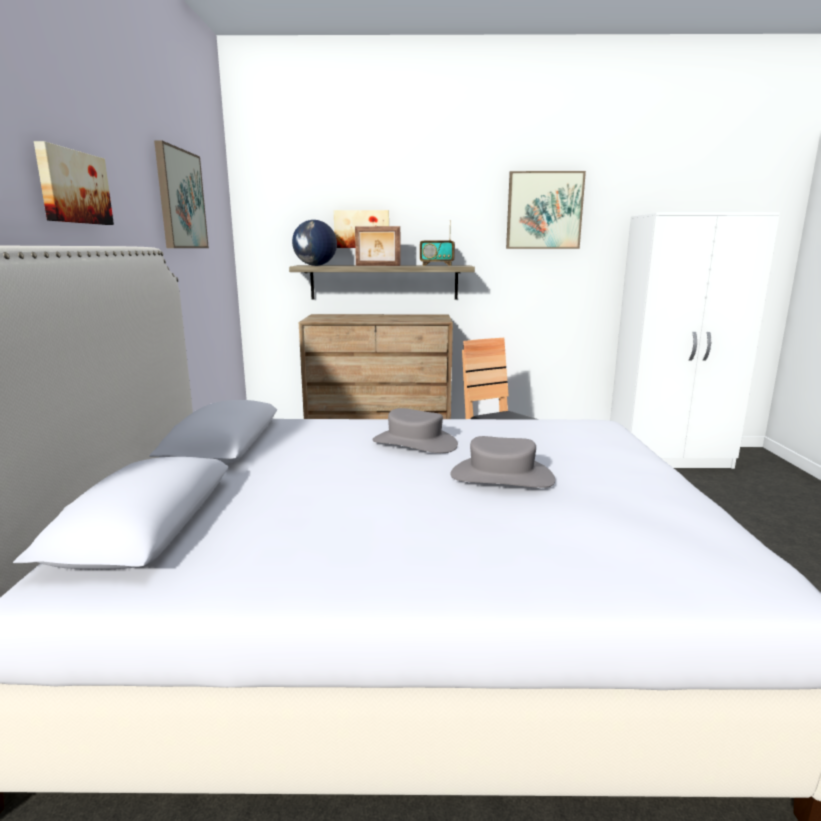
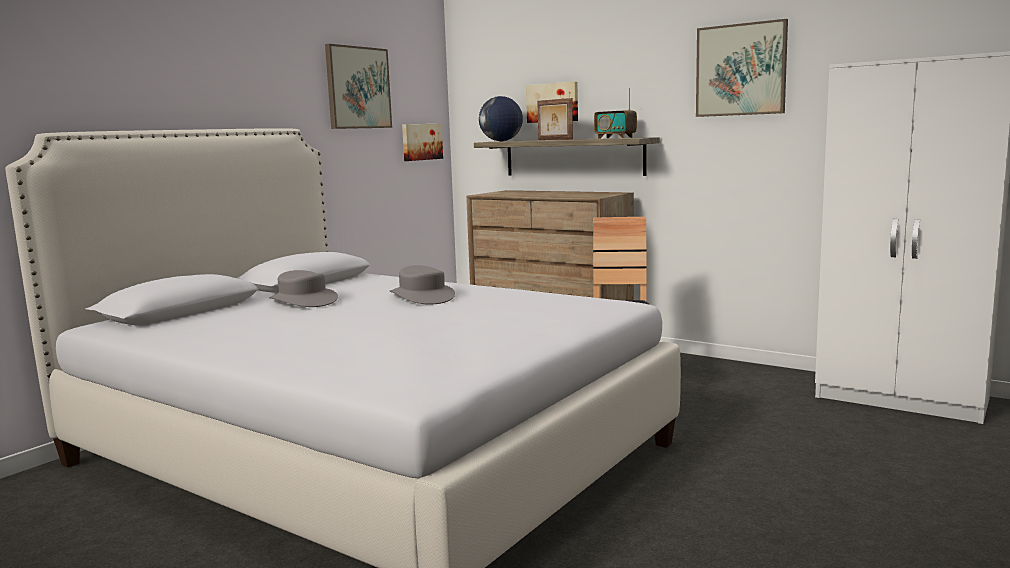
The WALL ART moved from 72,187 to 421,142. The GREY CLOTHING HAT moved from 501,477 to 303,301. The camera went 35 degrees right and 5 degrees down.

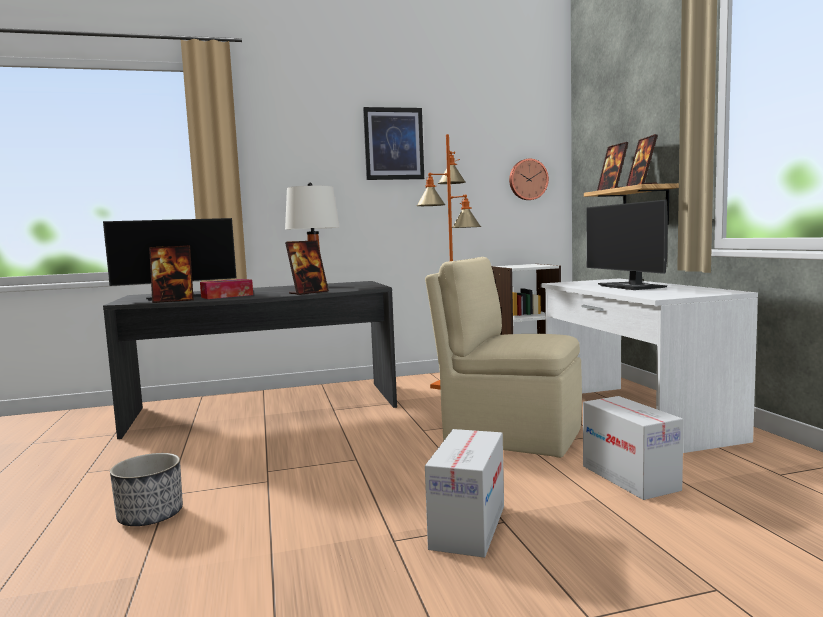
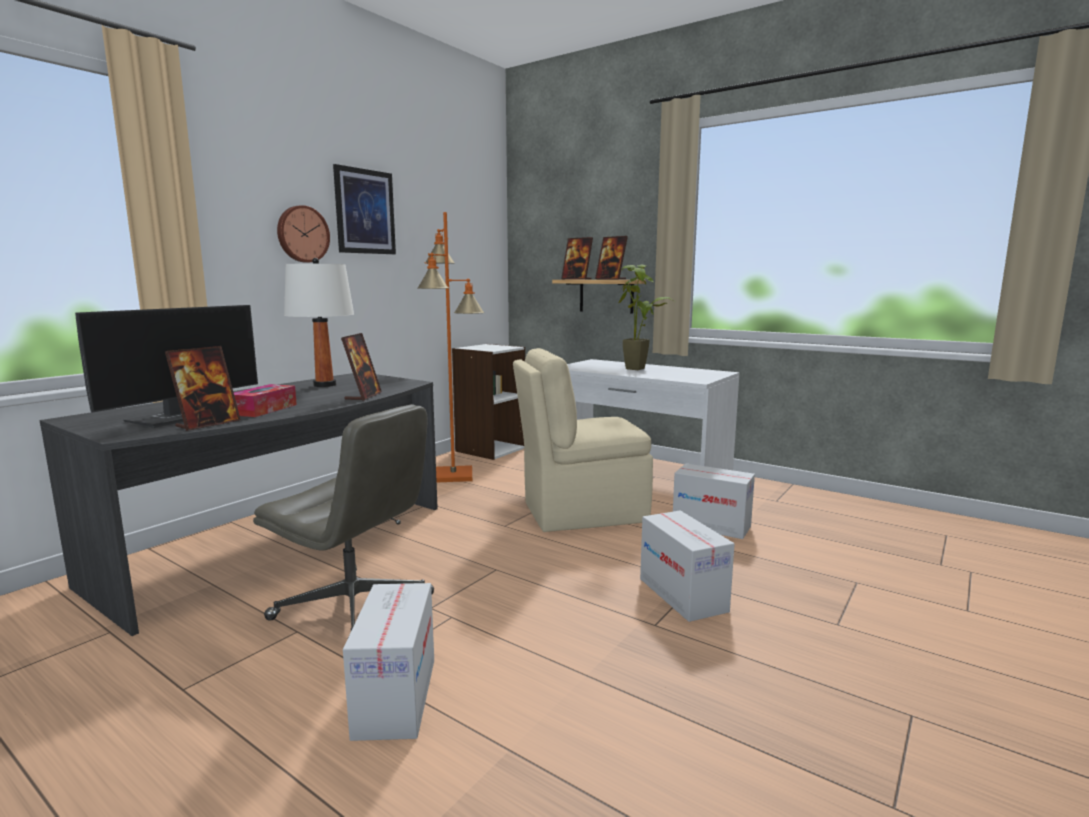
The GREY COMPUTER CHAIR at 354,607 appeared. The WALL CLOCK moved from 527,179 to 302,234. The PLANT POT at 150,516 was replaced by the PACKING BOX at 395,697. The COMPUTER SCREEN at 632,287 was replaced by the HOUSEPLANT at 641,370. The camera went 40 degrees left and 5 degrees up.

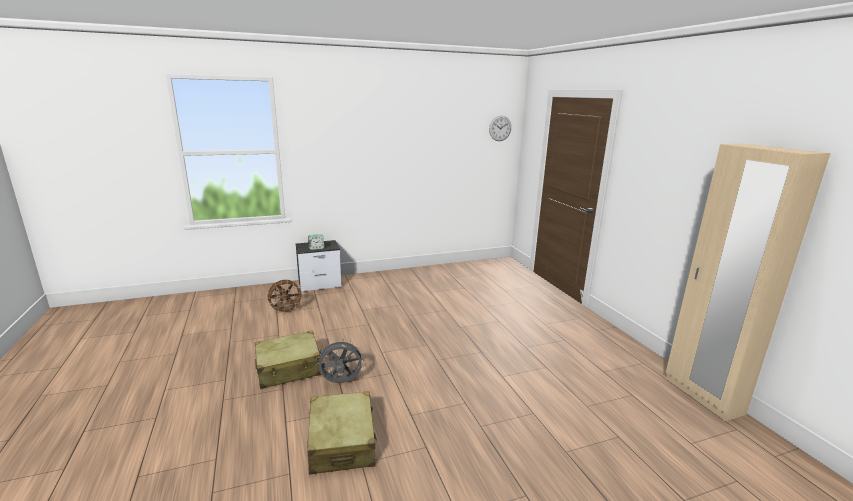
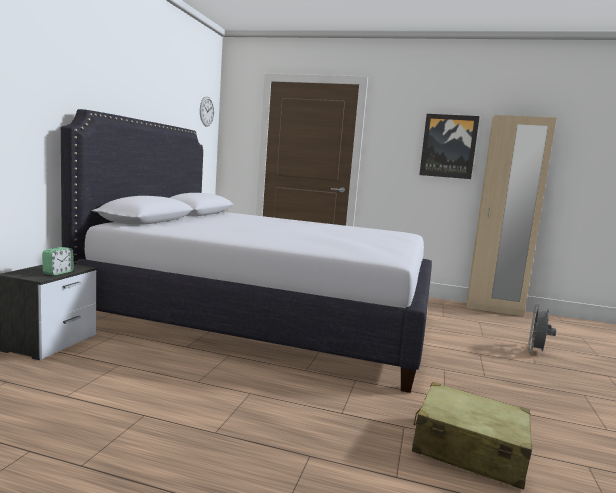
The BEIGE TRAVEL CASE at 289,368 disappeared. The BROWNISH ELECTRIC FAN at 286,311 disappeared. The WHITISH BEDROOM BED at 267,318 appeared. The WALL ART at 448,146 appeared. The GREY ELECTRIC FAN moved from 341,382 to 536,352. The camera went 55 degrees left and 10 degrees down.

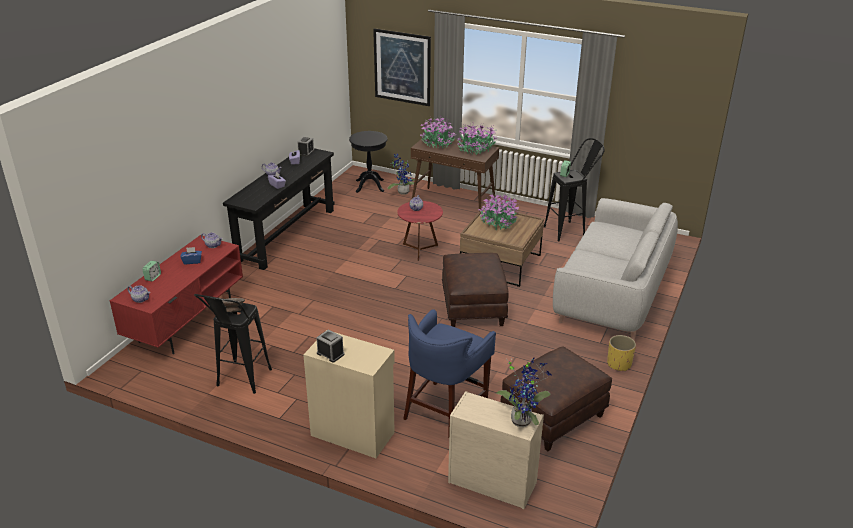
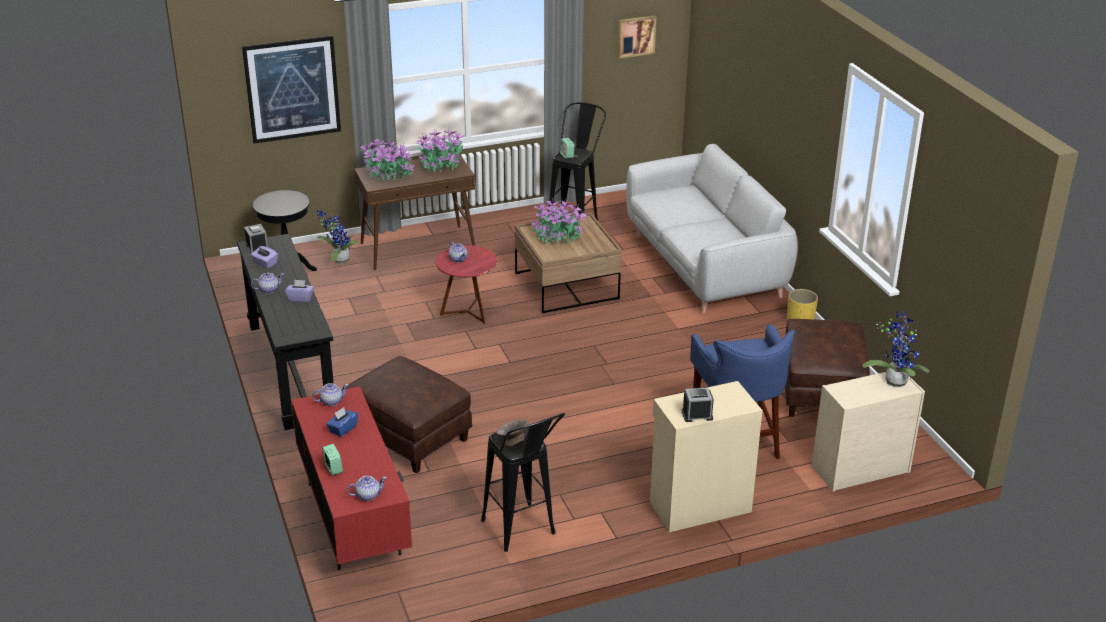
The WALL ART at 636,36 appeared. The BROWNISH OTTOMAN moved from 474,308 to 410,437. The camera went 45 degrees left and 0 degrees up.

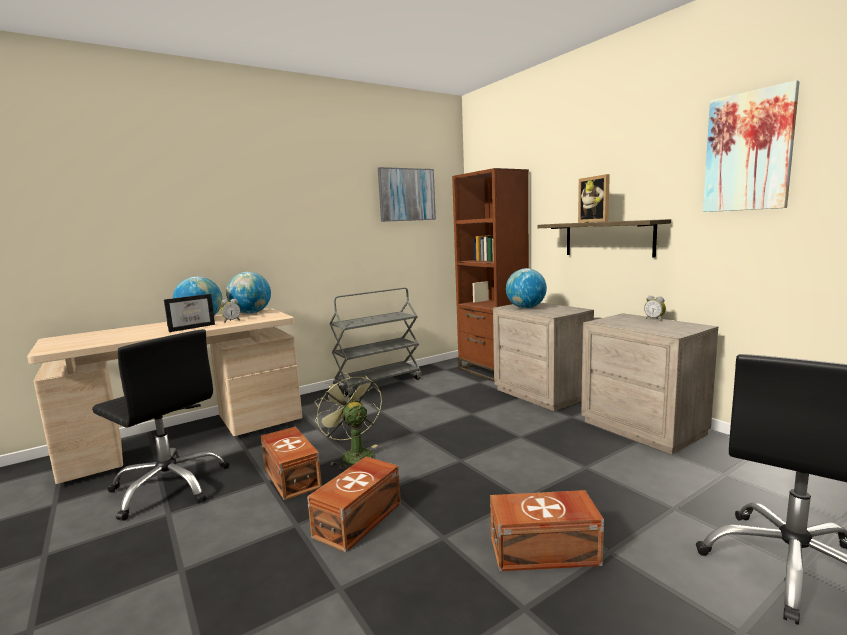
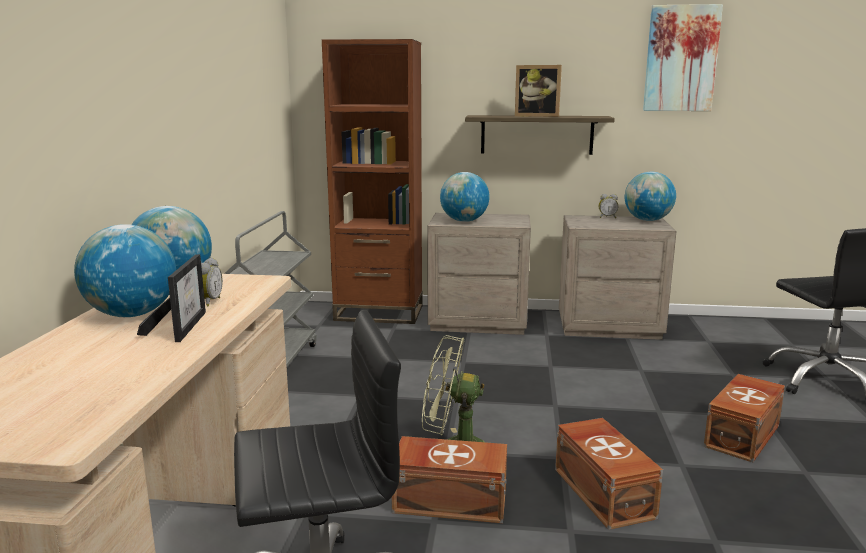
The WALL ART at 406,194 disappeared. The GLOBE at 647,220 appeared. The camera went 50 degrees left and 5 degrees up.

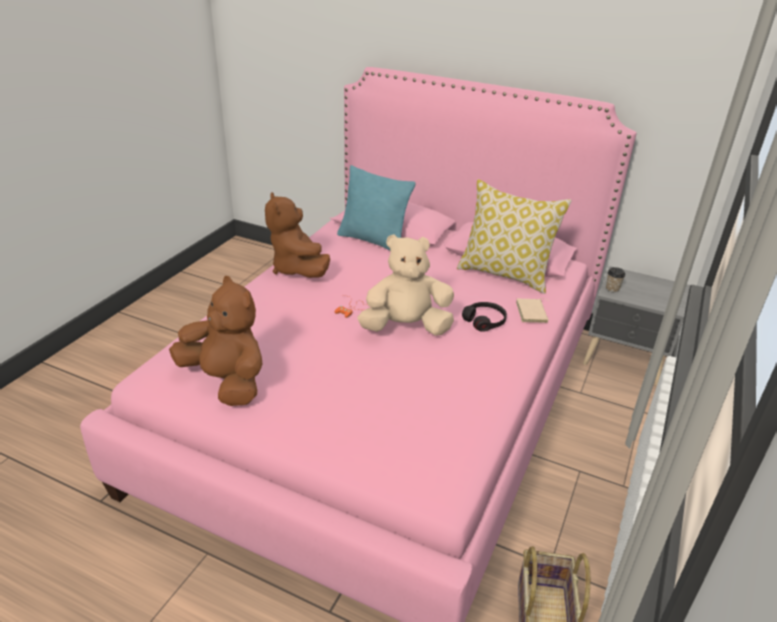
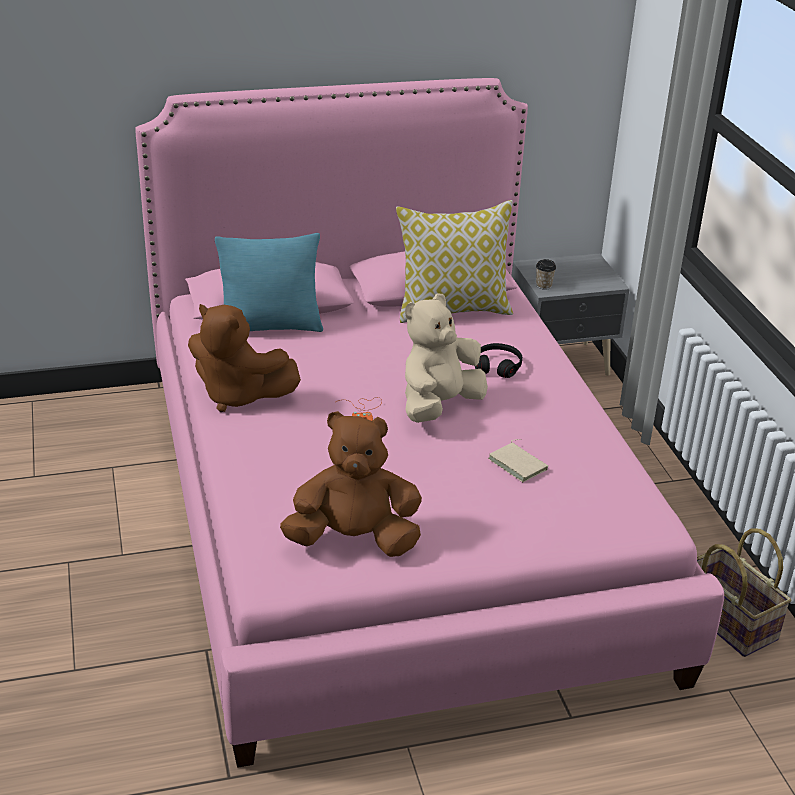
The BEIGE BOOK moved from 532,313 to 519,464. The camera went 40 degrees left and 0 degrees up.

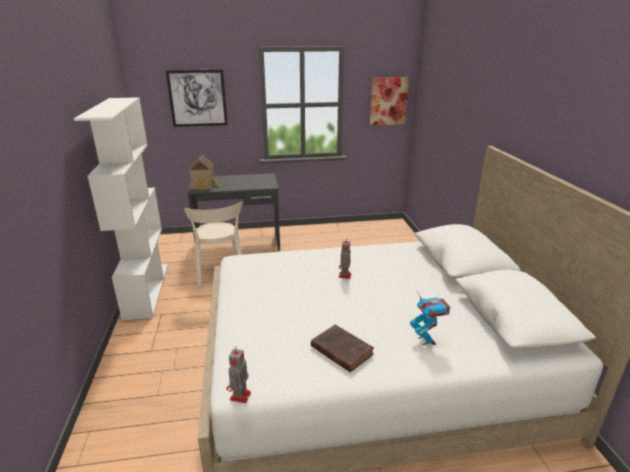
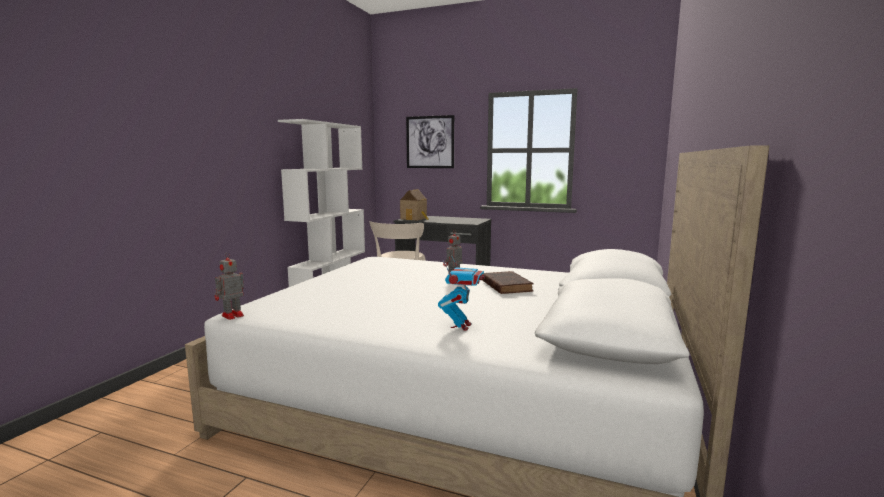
The WALL ART at 388,101 disappeared. The BROWNISH BOOK moved from 340,350 to 505,285. The camera went 30 degrees right and 15 degrees down.

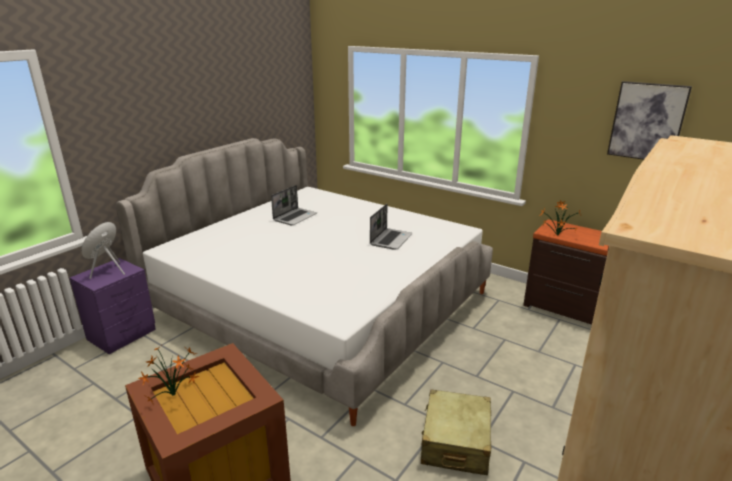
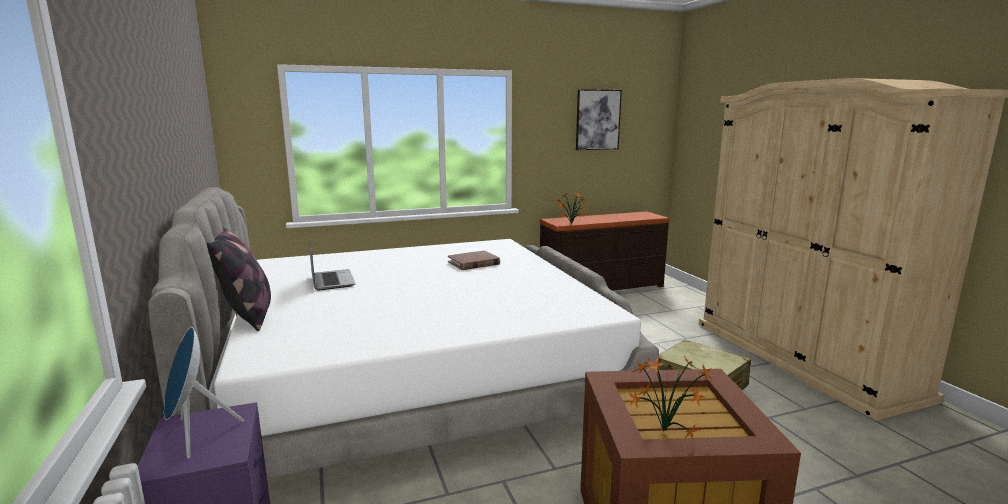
The THROW PILLOW at 248,316 appeared. The LAPTOP at 390,239 was replaced by the BROWNISH BOOK at 473,263. The camera went 55 degrees left and 10 degrees down.

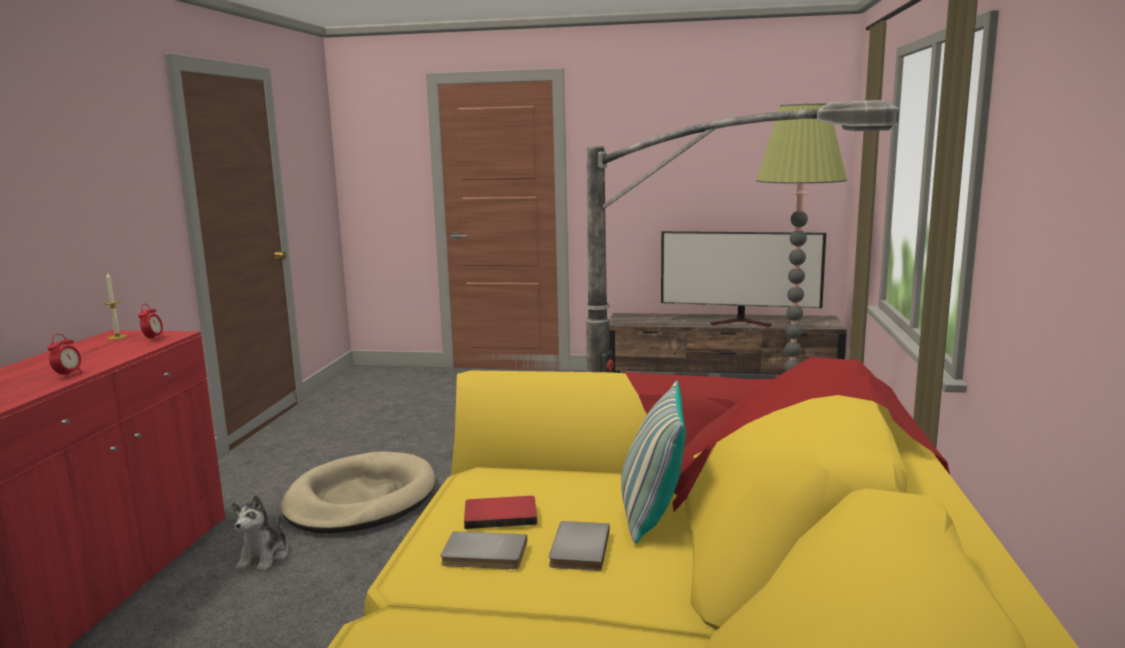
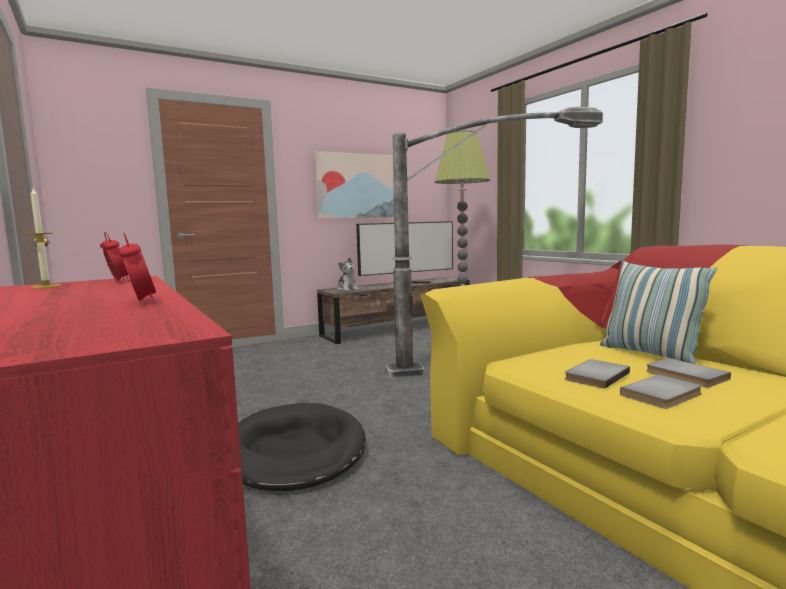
The WALL ART at 359,186 appeared. The PLUSH TOY moved from 264,557 to 347,289. The BEIGE DOG CUSHION at 360,499 became the BLACK DOG CUSHION at 294,452. The REDDISH BOOK at 500,514 became the GREY BOOK at 594,376. The camera went 40 degrees left and 5 degrees down.

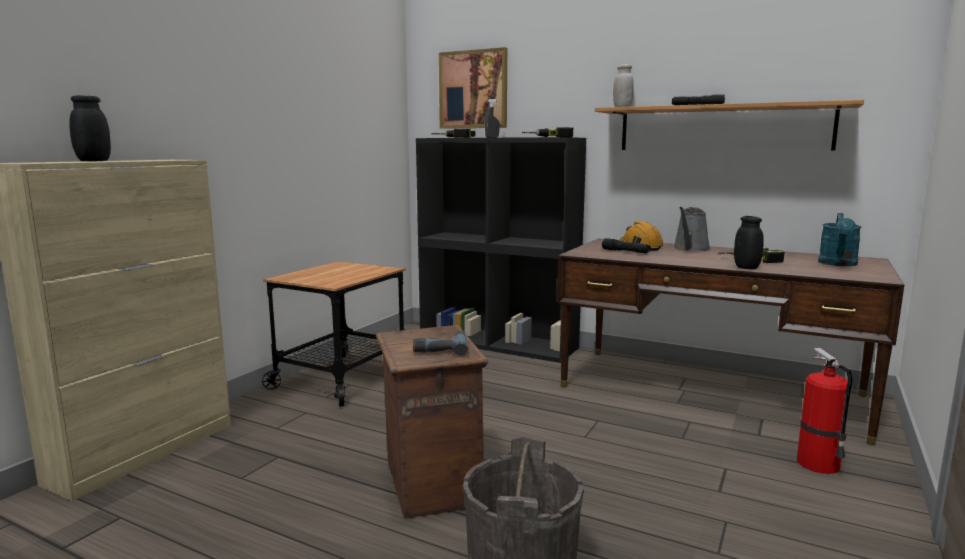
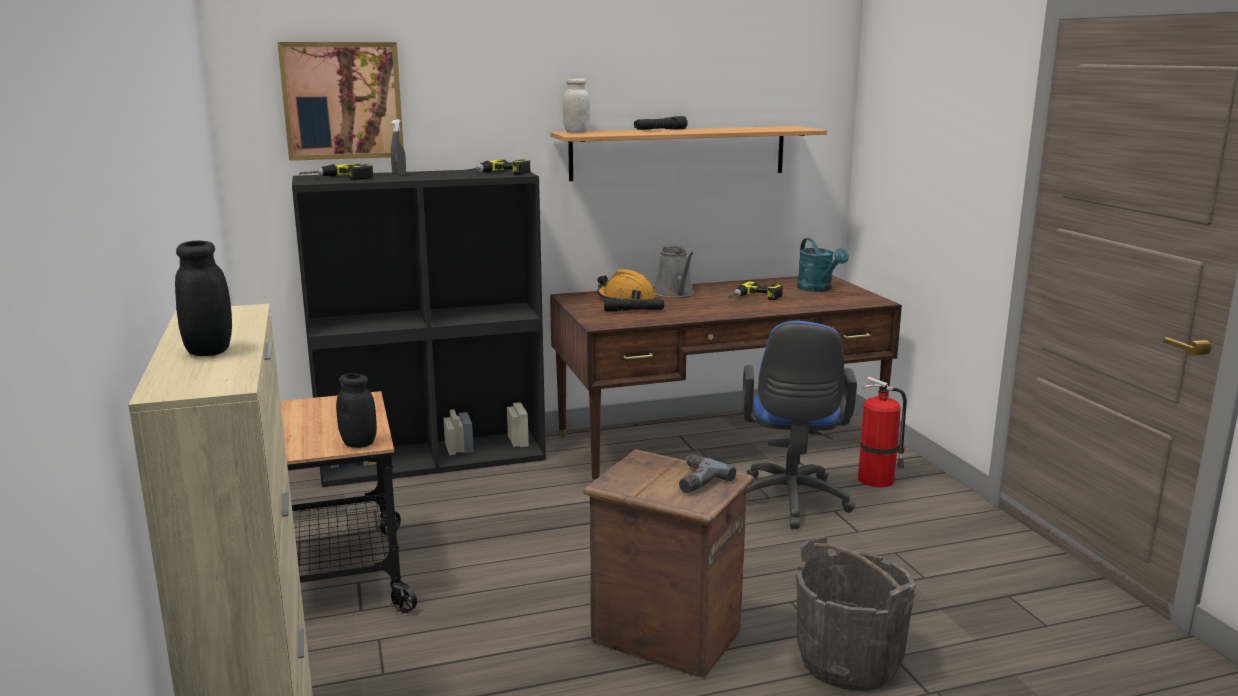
The BLUE COMPUTER CHAIR at 790,503 appeared. The BLACK JAR moved from 746,267 to 359,443. The camera went 45 degrees left and 5 degrees up.

